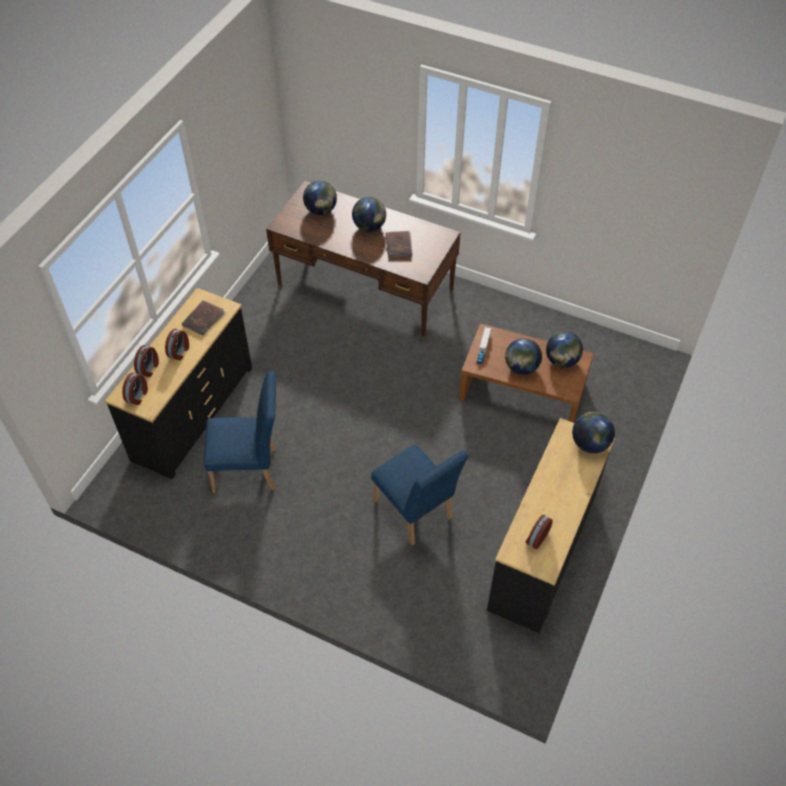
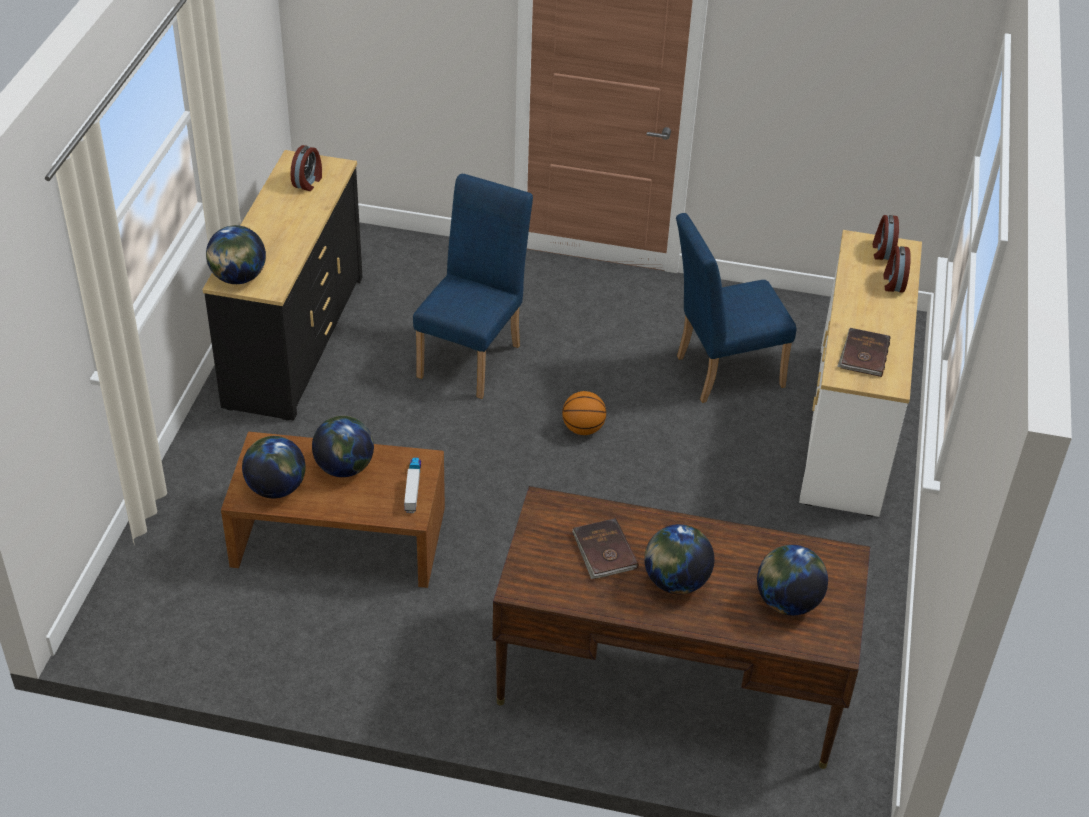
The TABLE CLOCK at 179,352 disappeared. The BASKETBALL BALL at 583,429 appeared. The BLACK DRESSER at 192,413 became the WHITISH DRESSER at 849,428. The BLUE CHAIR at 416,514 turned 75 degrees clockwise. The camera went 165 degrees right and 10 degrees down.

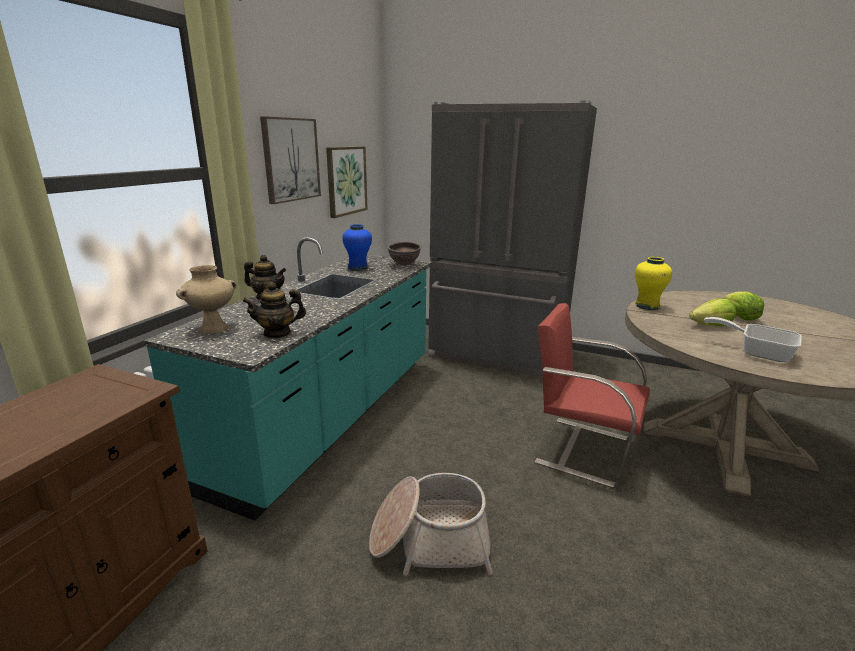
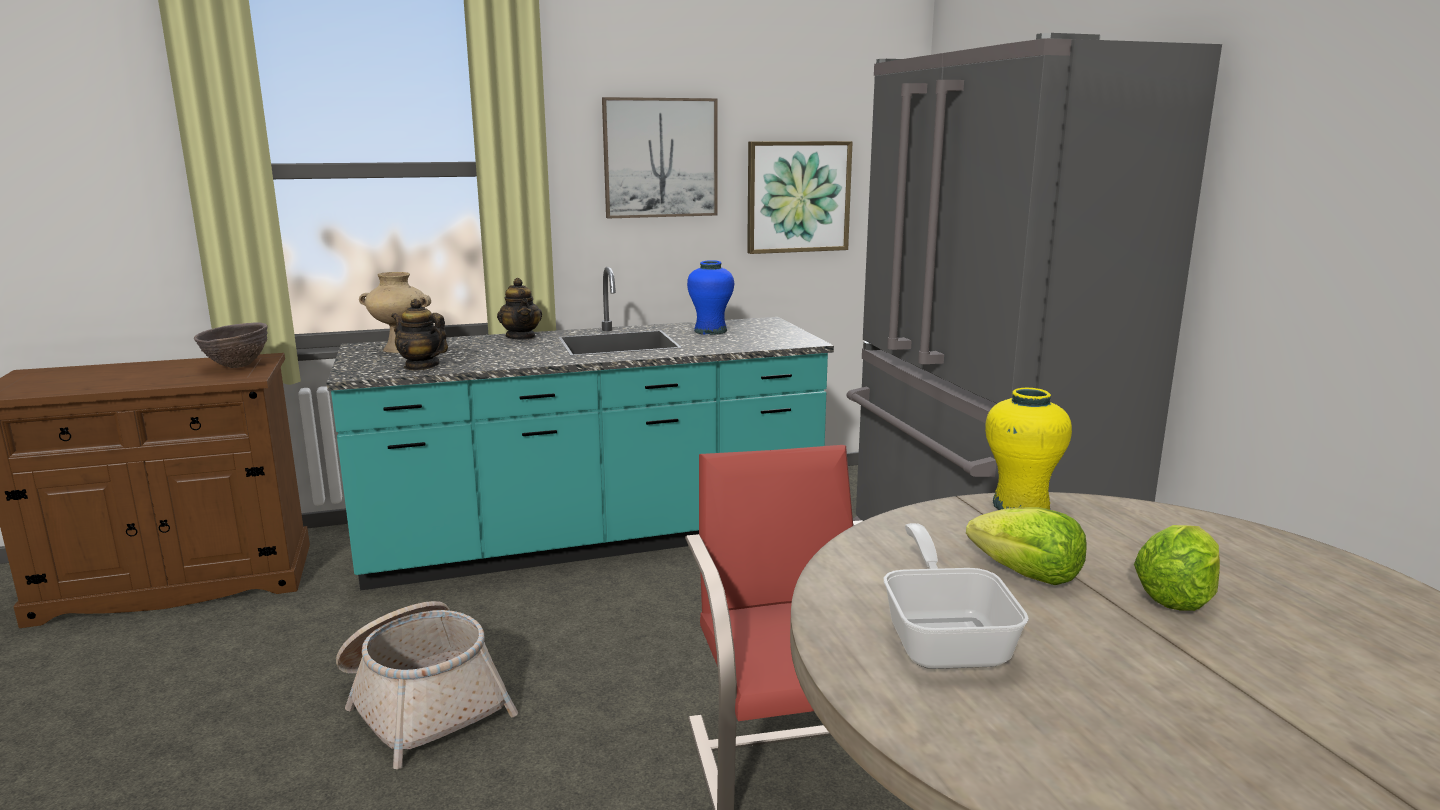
The BROWNISH DEEP DISH moved from 404,265 to 236,367. The camera went 50 degrees right and 5 degrees down.

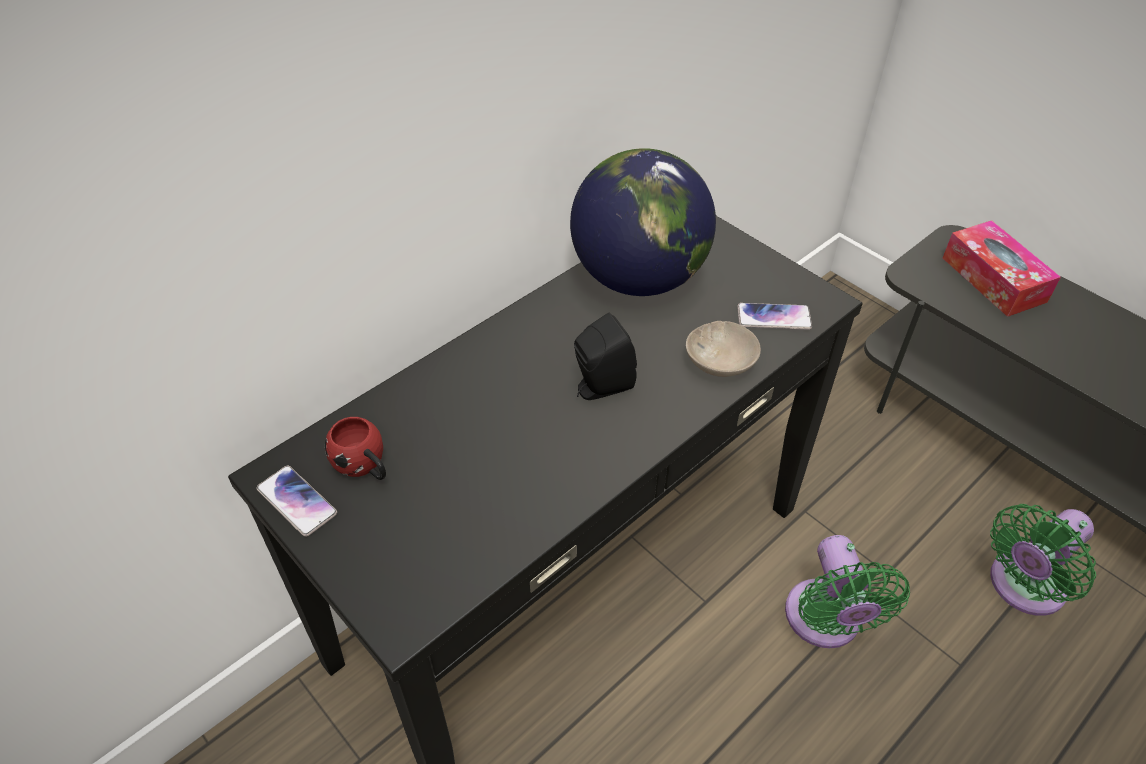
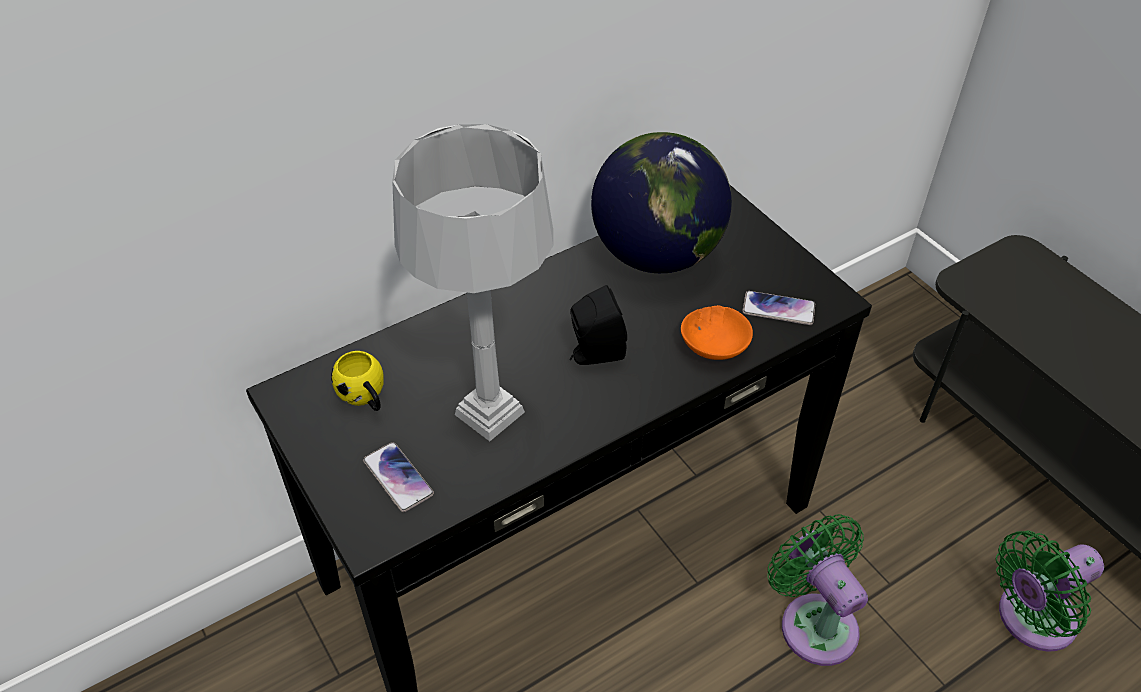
The TISSUE HOLDER at 993,279 disappeared. The GREY TABLE LAMP at 490,414 appeared. The TELEPHONE moved from 296,501 to 398,477. The REDDISH TEA MUG at 365,467 became the YELLOW TEA MUG at 365,398. The BEIGE DEEP DISH at 720,363 became the ORANGE DEEP DISH at 714,347. The GREEN-COLOURED ELECTRIC FAN at 825,622 turned 150 degrees clockwise. The camera went 10 degrees right and 0 degrees up.

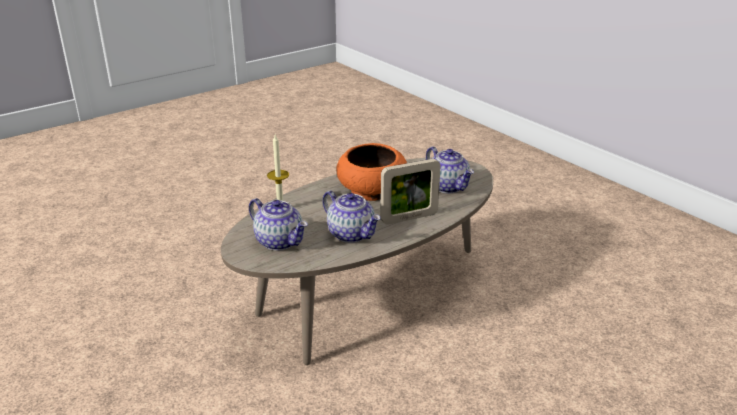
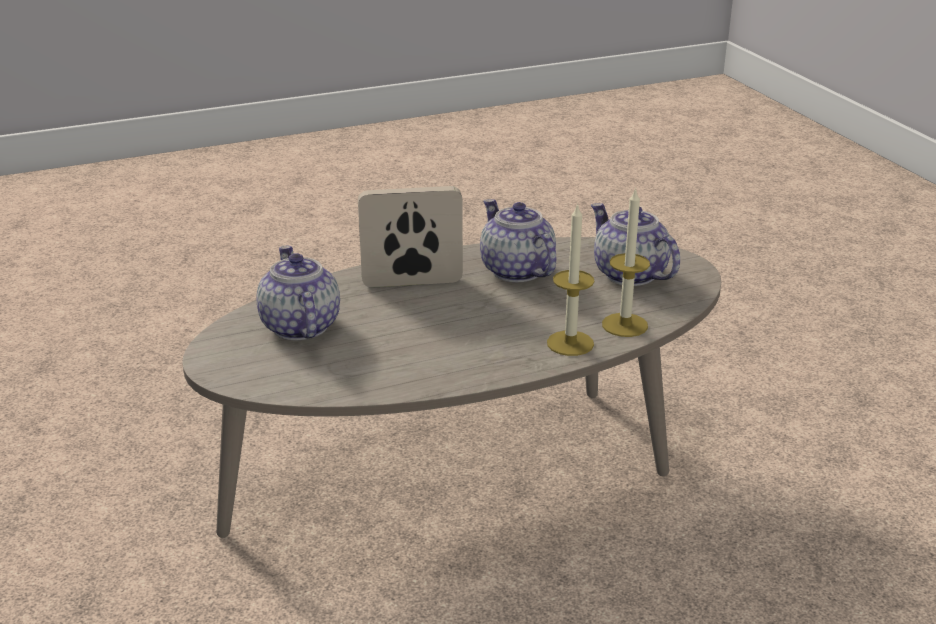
The ORANGE DEEP DISH at 372,192 disappeared. The WAX LIGHT at 570,343 appeared. The camera went 165 degrees left and 0 degrees up.

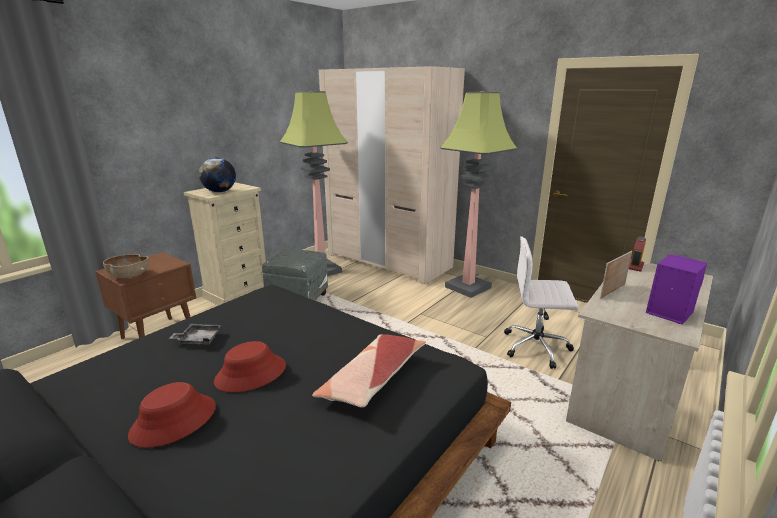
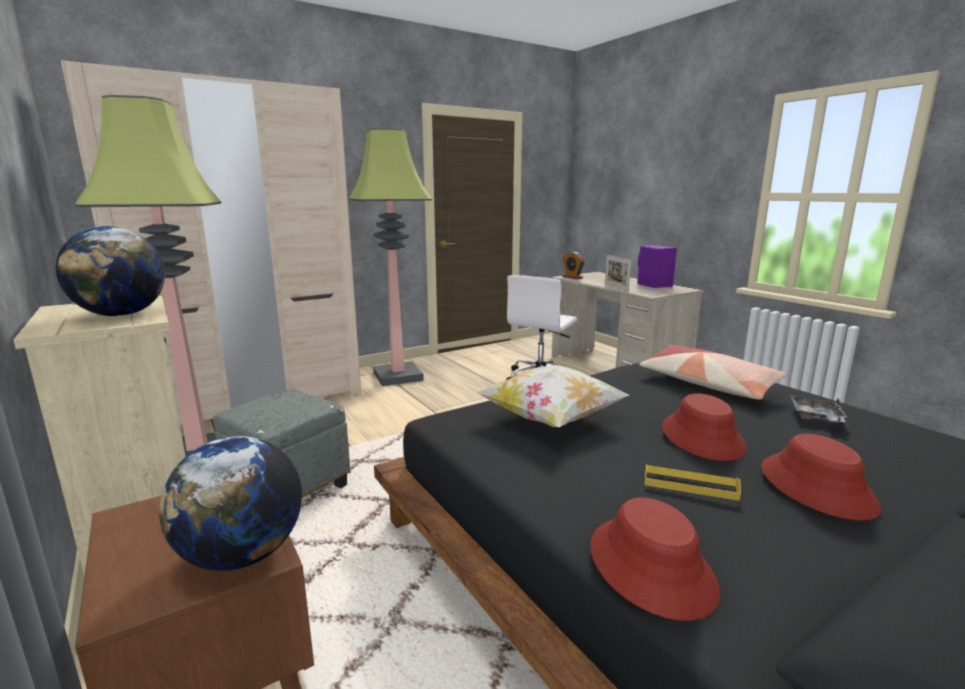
The THROW PILLOW at 552,419 appeared. The REDDISH CLOTHING HAT at 651,567 appeared. The YELLOW SERVING TRAY at 690,485 appeared. The GREY SERVING TRAY moved from 198,339 to 816,417. The BROWNISH DEEP DISH at 129,276 was replaced by the GLOBE at 243,555. The camera went 70 degrees left and 5 degrees down.

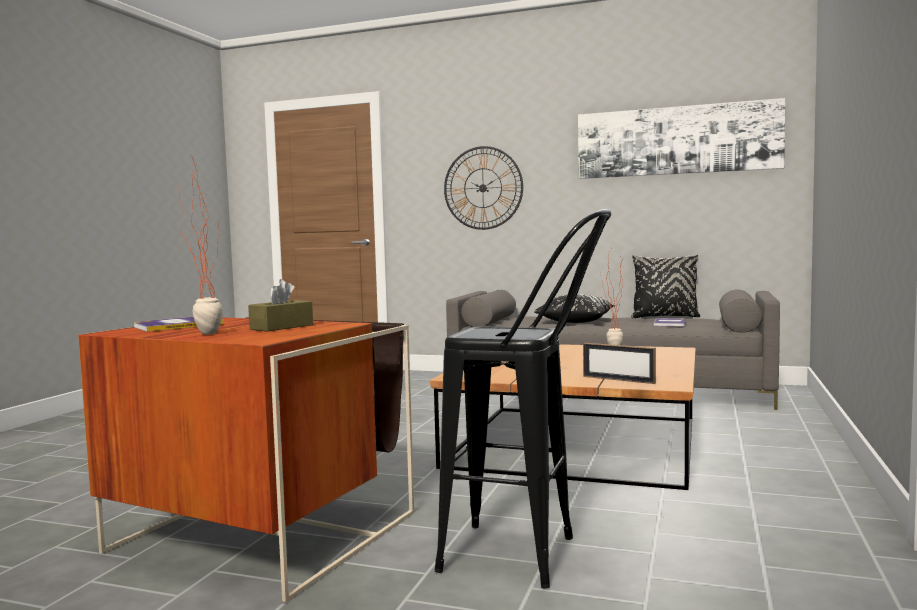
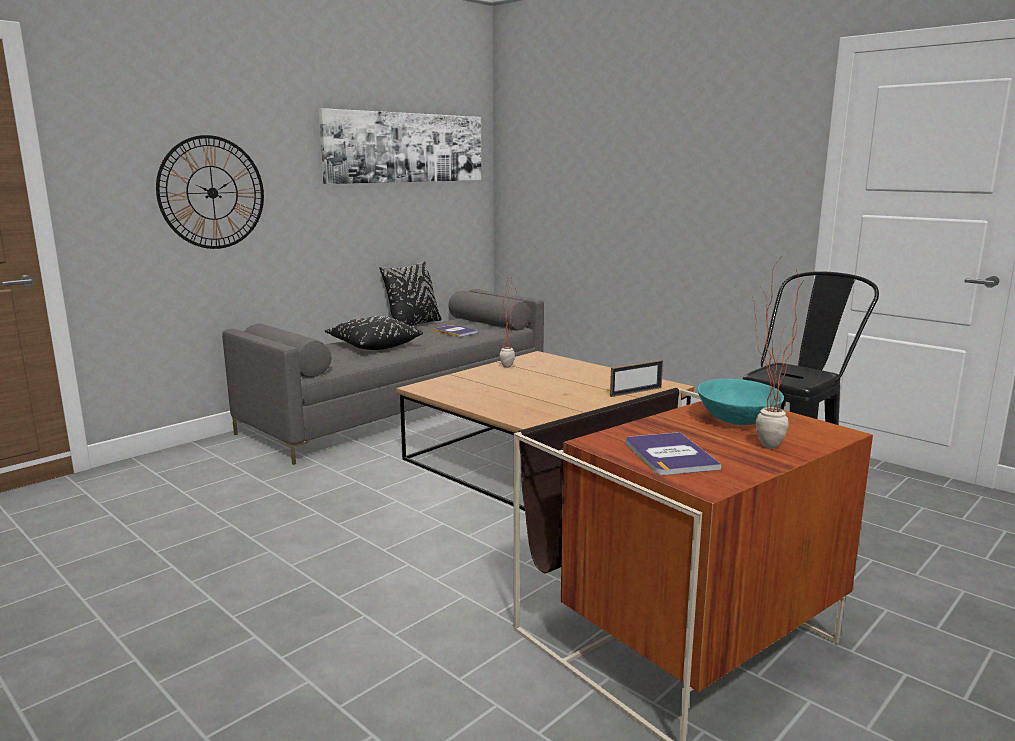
The BROWNISH TISSUE HOLDER at 281,327 was replaced by the TURQUOISE-COLOURED DEEP DISH at 736,420. The camera went 65 degrees left and 10 degrees up.

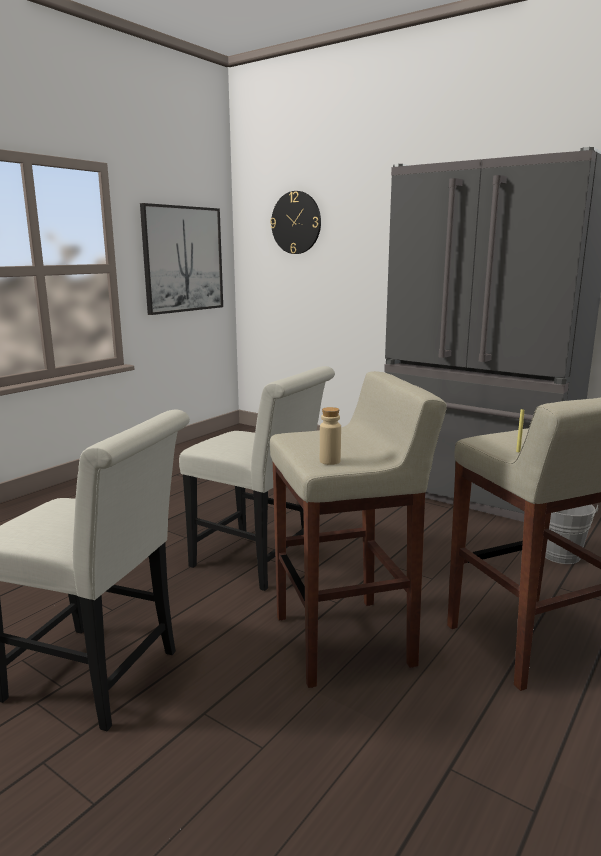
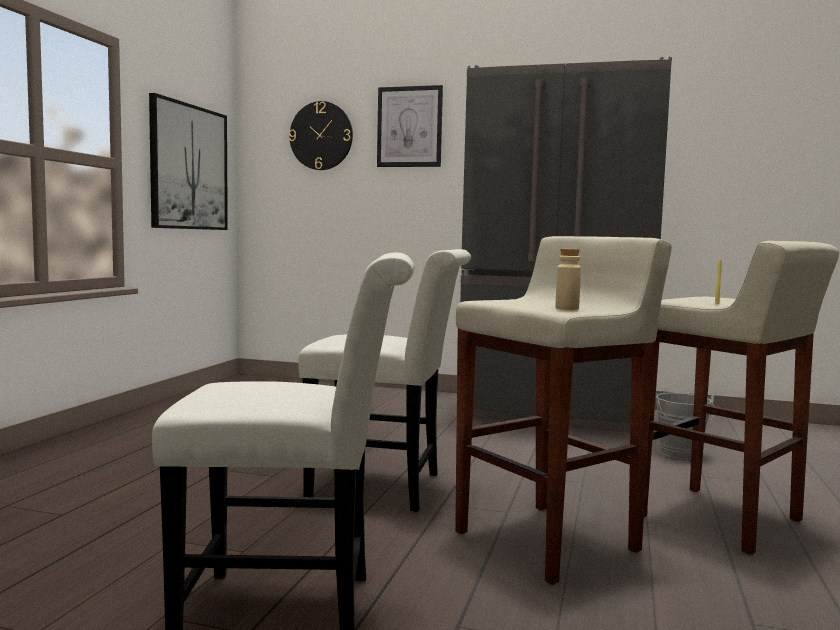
The WALL ART at 409,127 appeared. The camera went 20 degrees left and 10 degrees down.

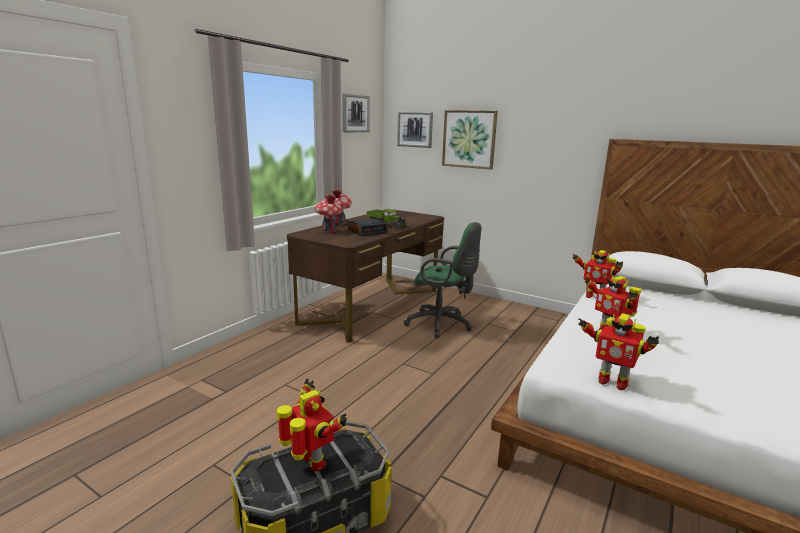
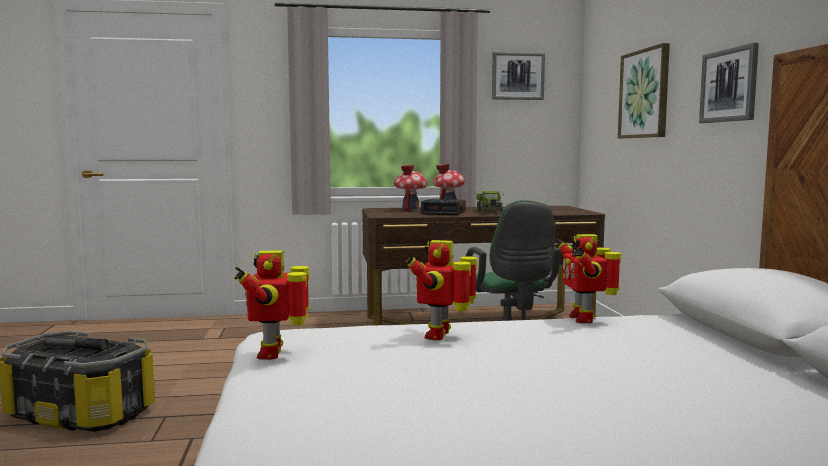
The WALL ART moved from 415,129 to 729,85. The ROBOT FIGURE at 311,463 was replaced by the TORCH at 75,348. The camera went 50 degrees right and 10 degrees down.

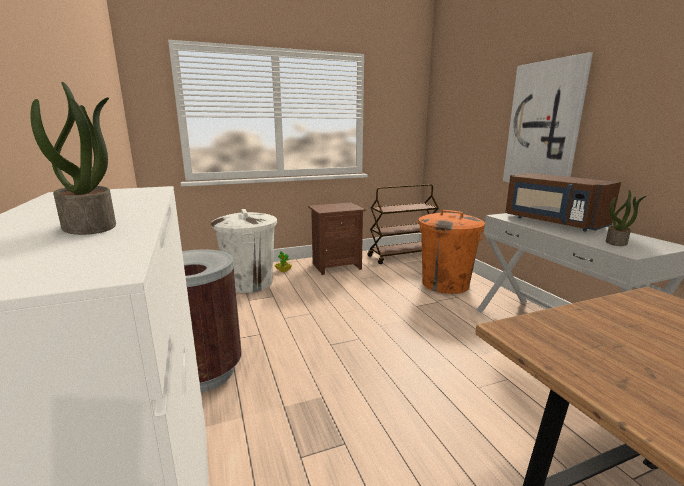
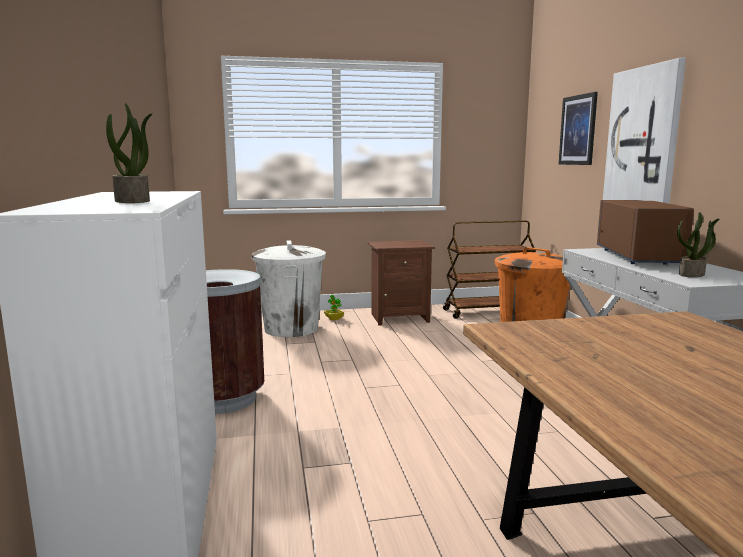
The WALL ART at 578,130 appeared. The BROWNISH MICROWAVE at 552,222 turned 150 degrees counterclockwise. The camera went 10 degrees right and 5 degrees down.

